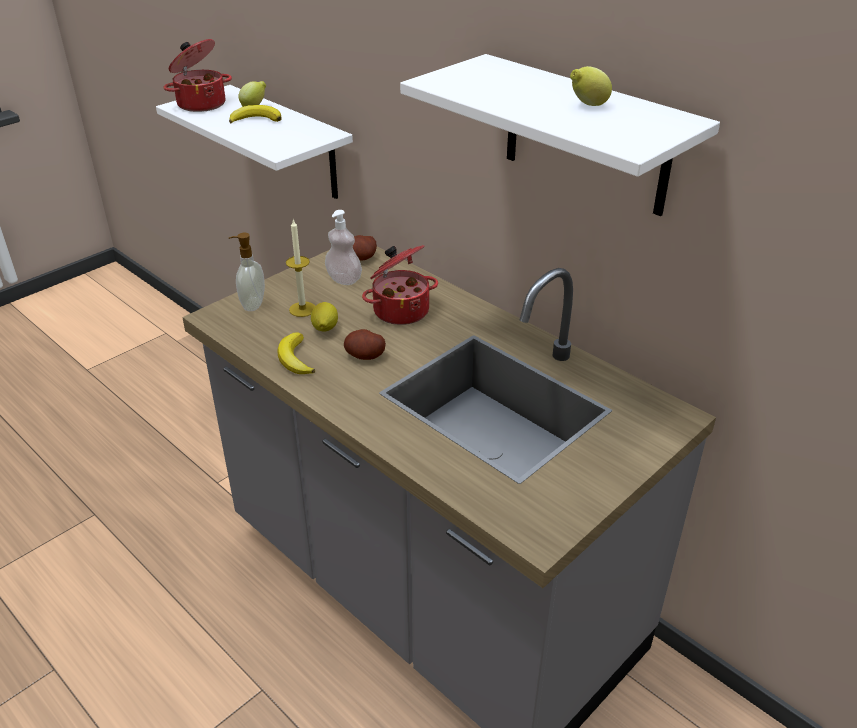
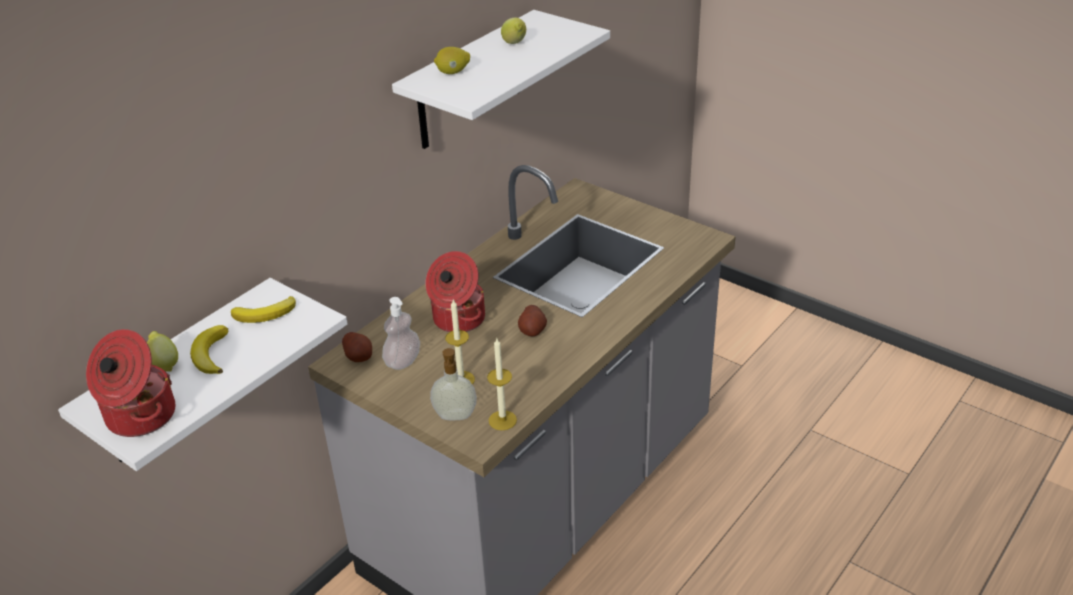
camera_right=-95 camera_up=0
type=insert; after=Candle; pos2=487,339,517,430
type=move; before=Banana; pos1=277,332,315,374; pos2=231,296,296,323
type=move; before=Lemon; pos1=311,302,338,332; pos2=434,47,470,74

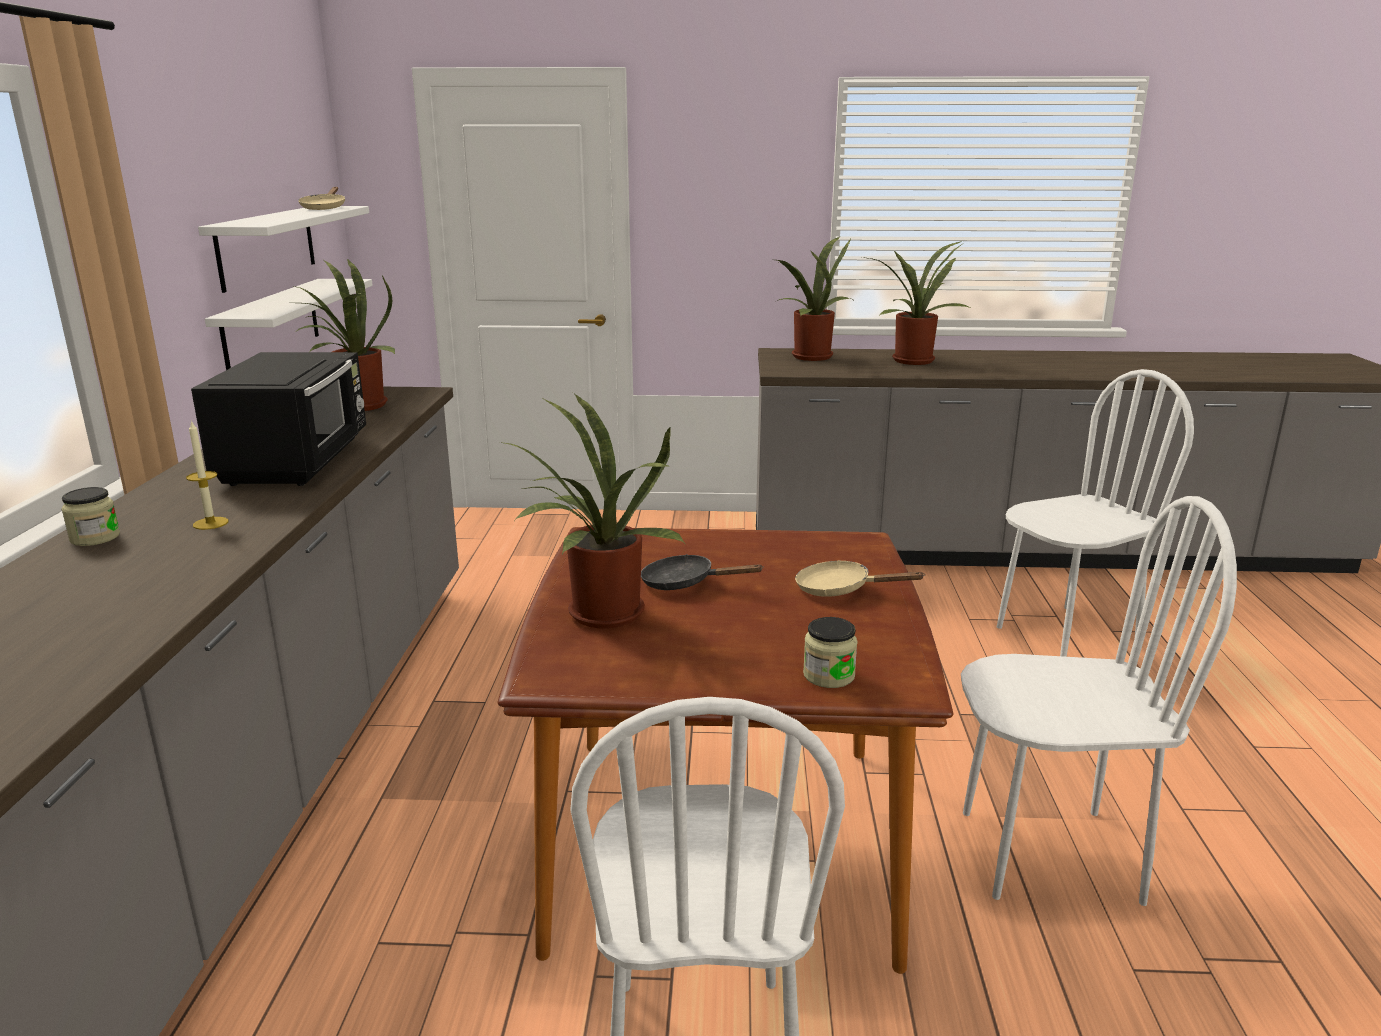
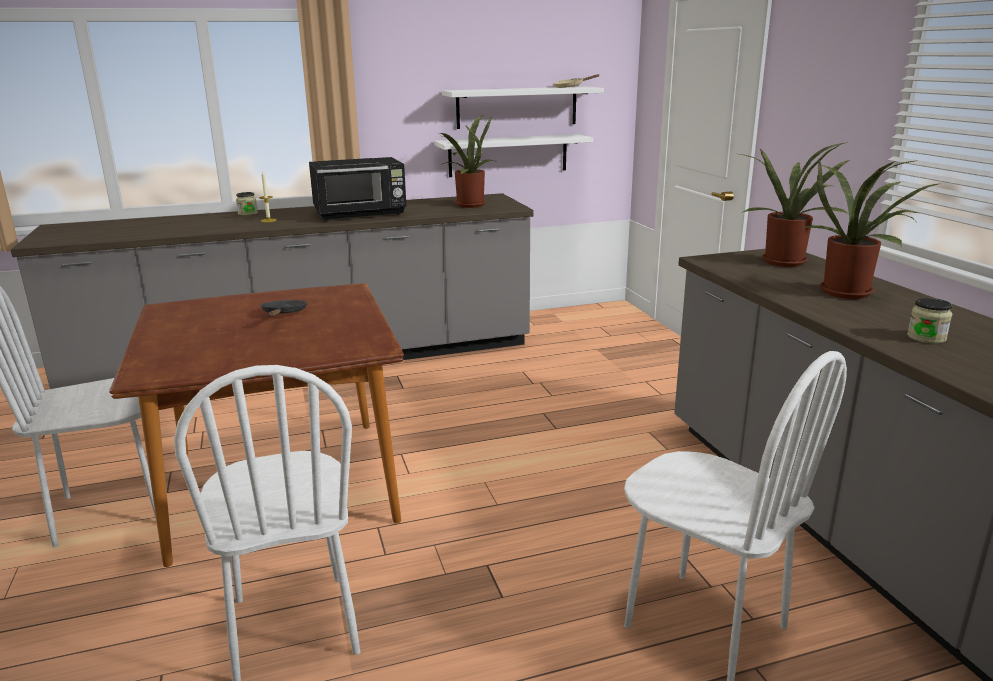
camera_right=70 camera_up=0
type=delete; before=PottedPlant; pos1=500,393,685,629
type=delete; before=BeigeFryingPan; pos1=795,560,925,597
type=move; before=Jar; pos1=803,617,858,688; pos2=907,298,953,344

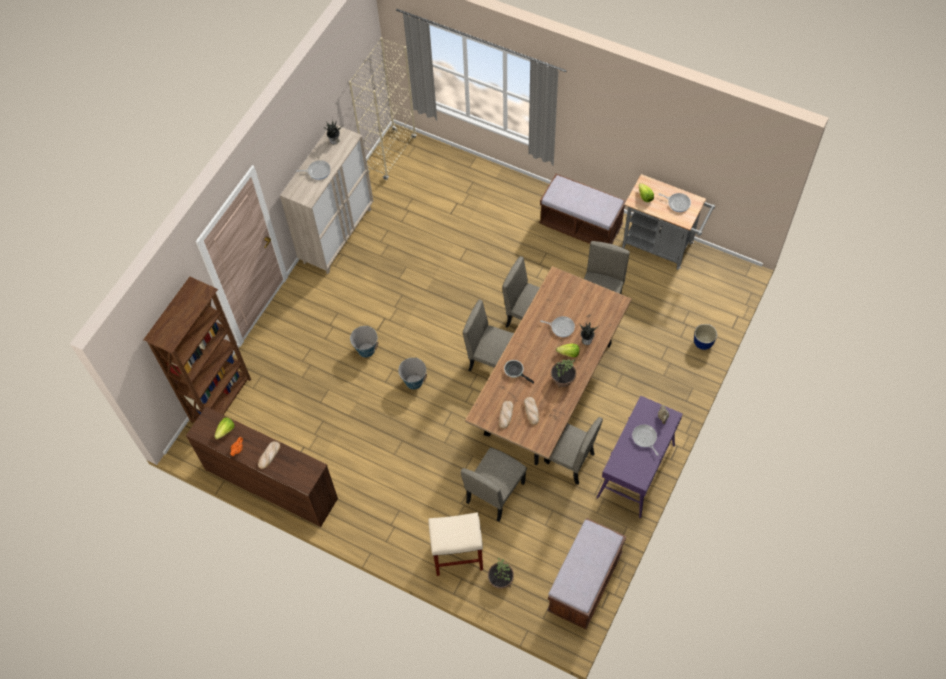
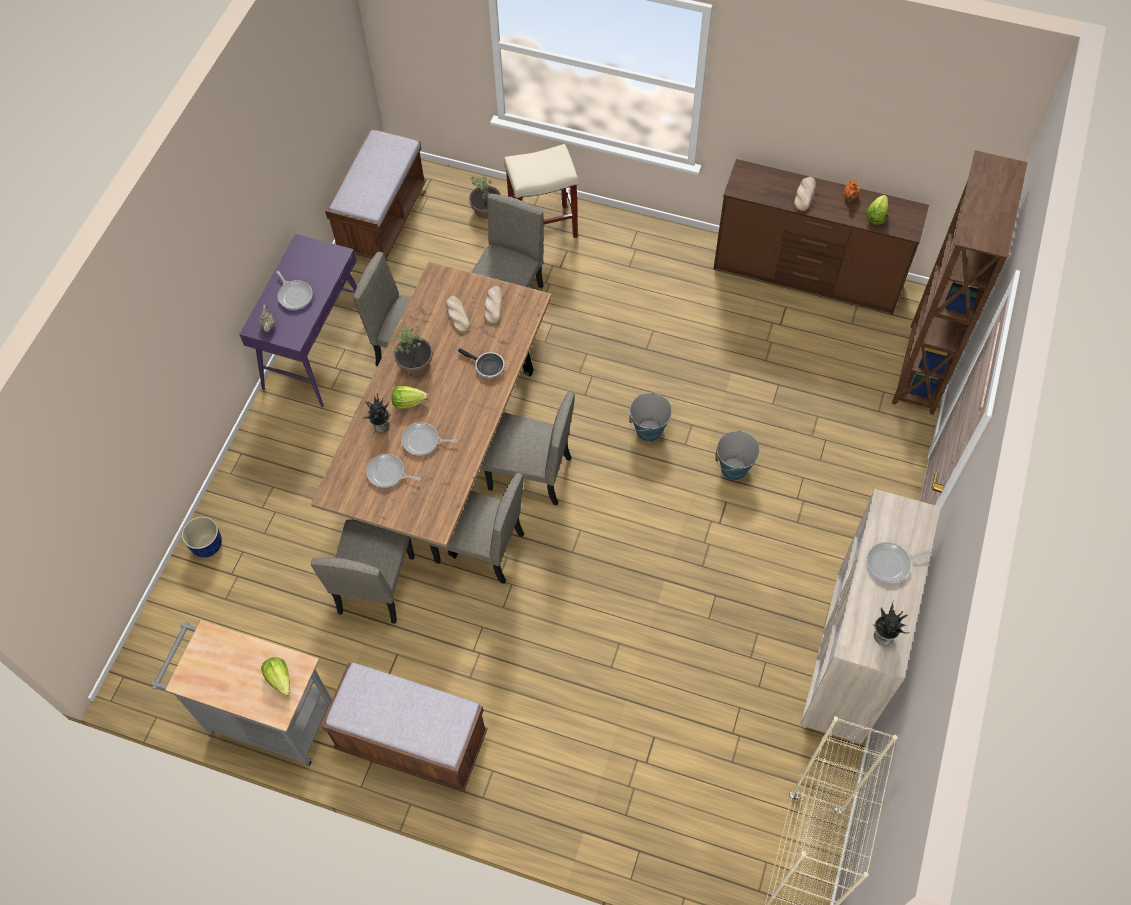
camera_right=170 camera_up=0
type=move; before=FryingPan; pos1=658,193,691,212; pos2=366,454,421,488

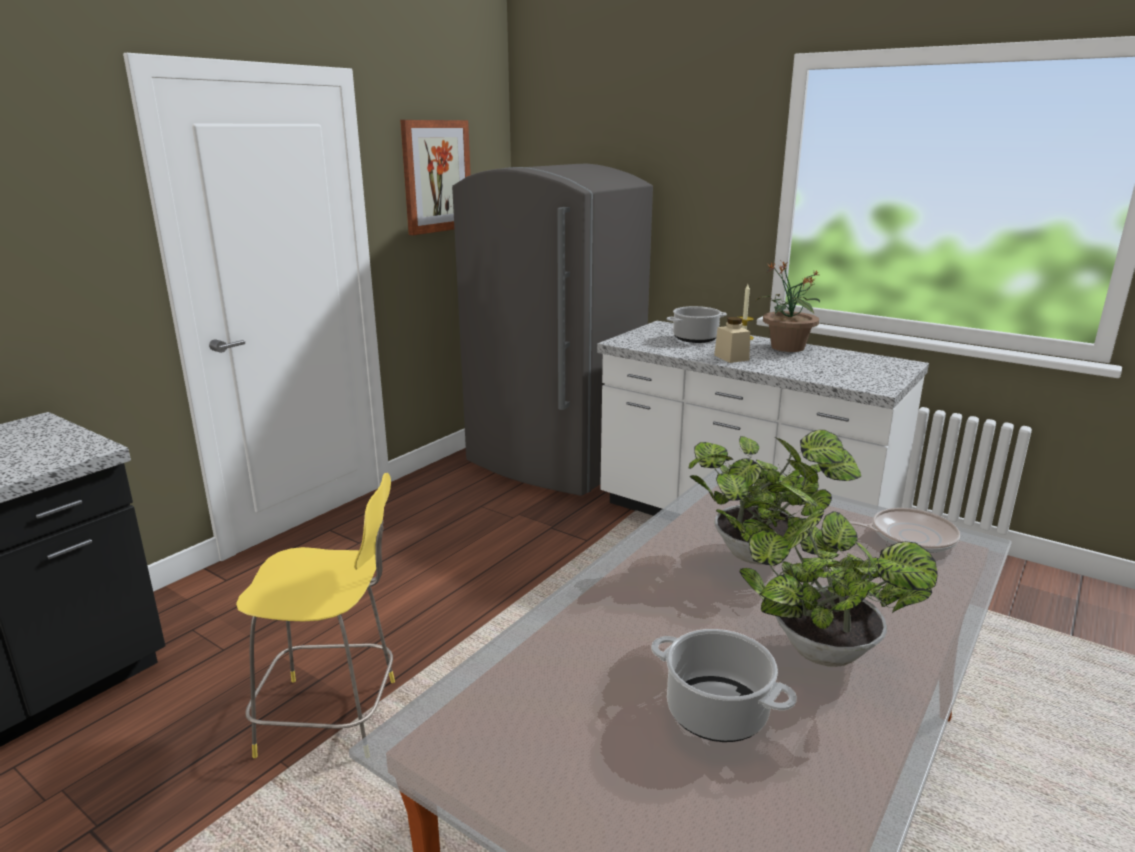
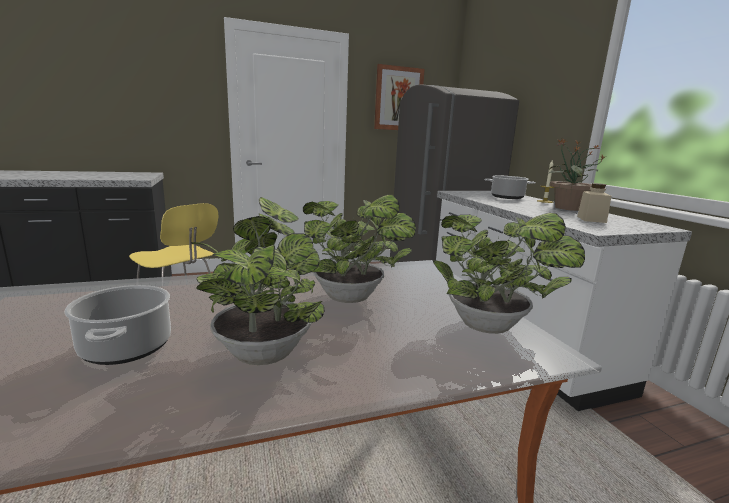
camera_right=35 camera_up=-5
type=move; before=BeigeJar; pos1=714,317,750,363; pos2=577,183,611,223
type=replace; before=FryingPan; after=PottedPlant; pos1=849,508,960,553; pos2=433,213,585,334

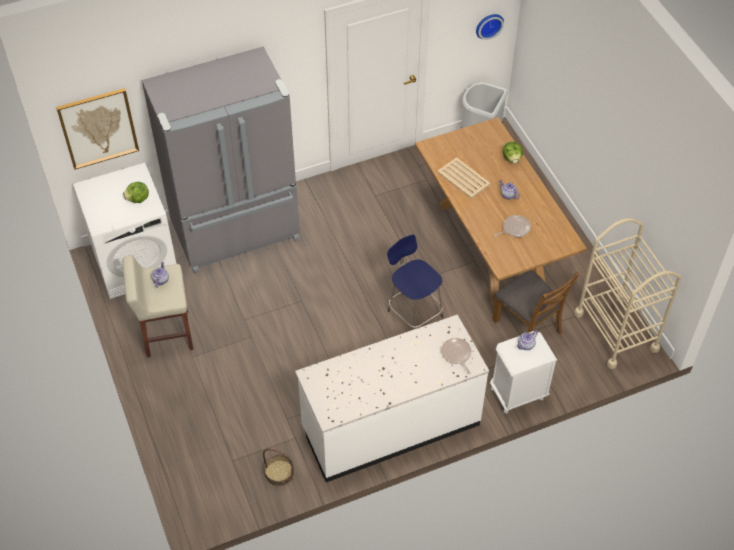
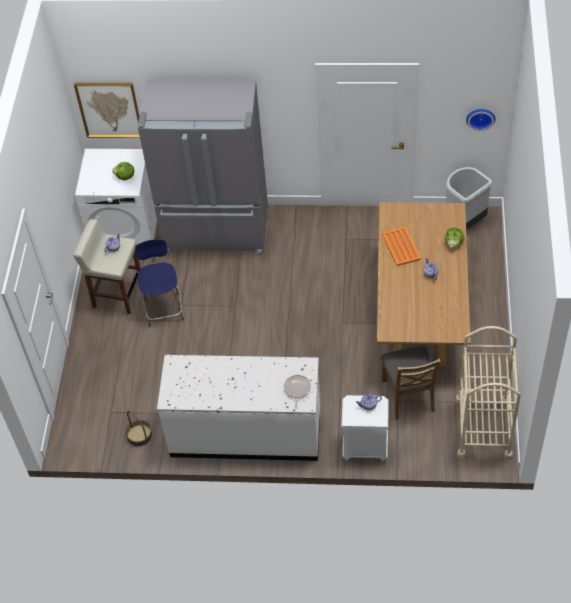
camera_right=30 camera_up=0
type=delete; before=FryingPan; pos1=494,215,531,237
type=move; before=BlueStool; pos1=387,235,443,330; pos2=135,240,184,327
type=recolor; before=BeigeTray; after=OrangeTray; pos1=437,157,490,199; pos2=382,226,421,266

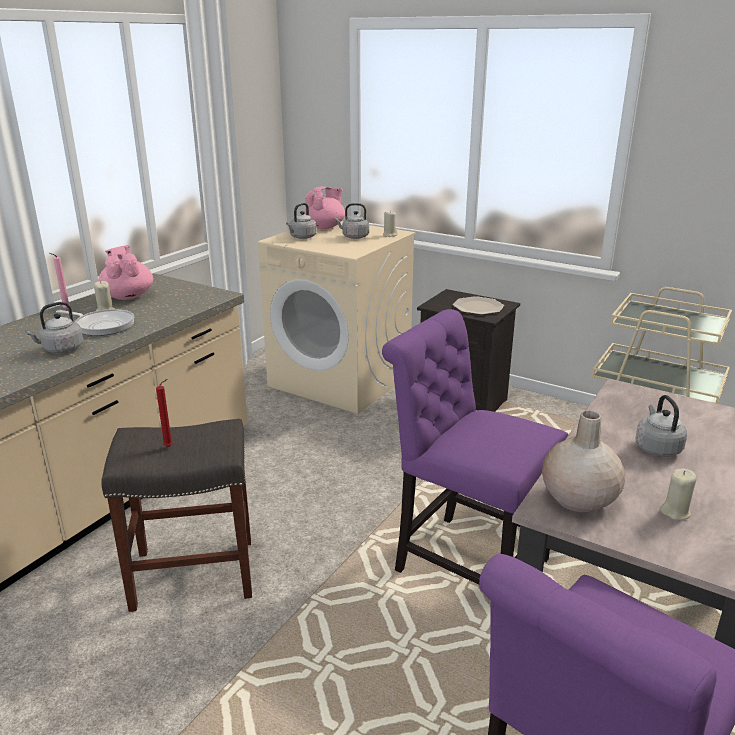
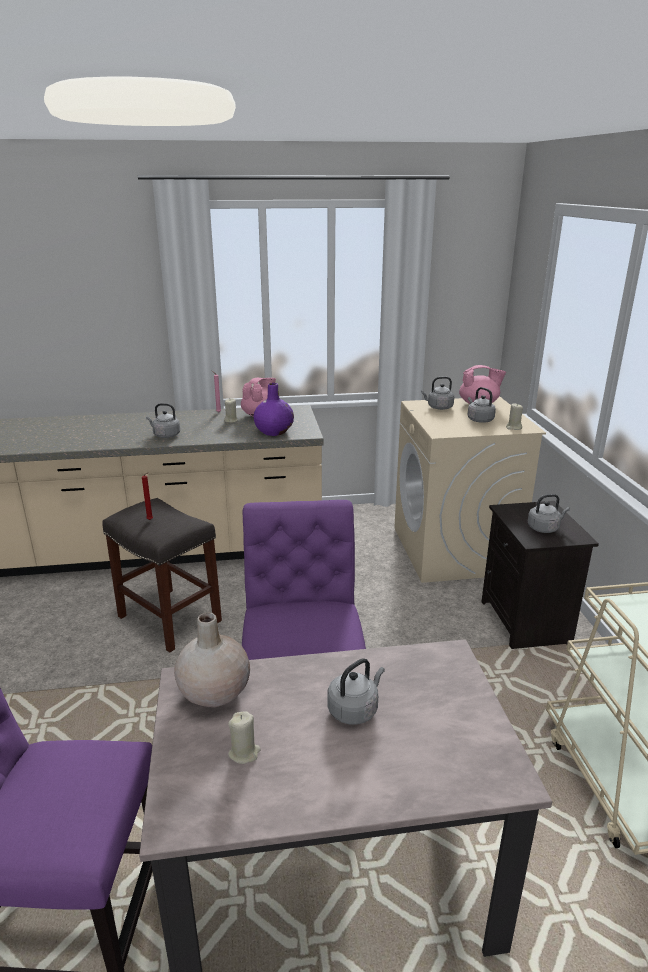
camera_right=50 camera_up=0
type=delete; before=FryingPan; pos1=56,309,134,336
type=insert; after=PurpleVase; pos2=253,383,294,436
type=replace; before=Plate; after=GreyKettle; pos1=453,296,504,315; pos2=528,494,570,533

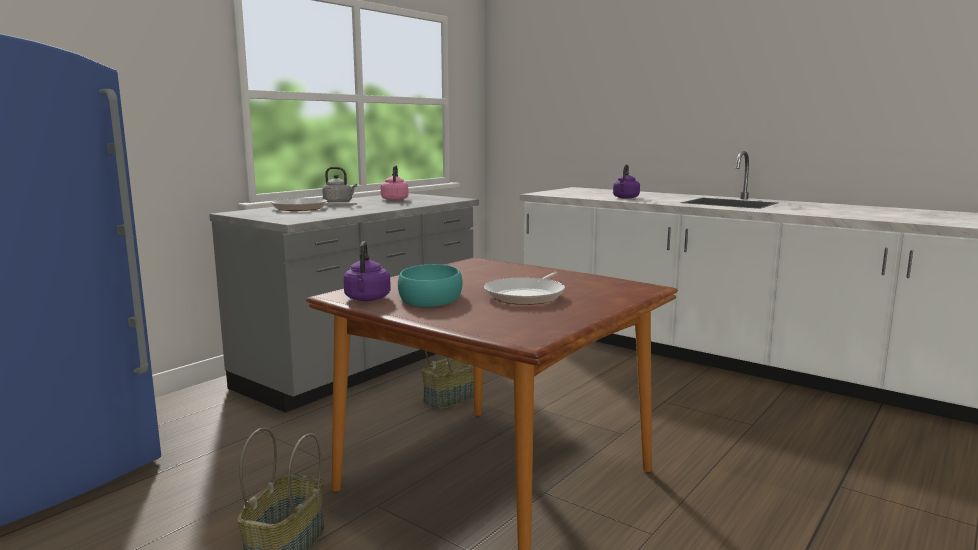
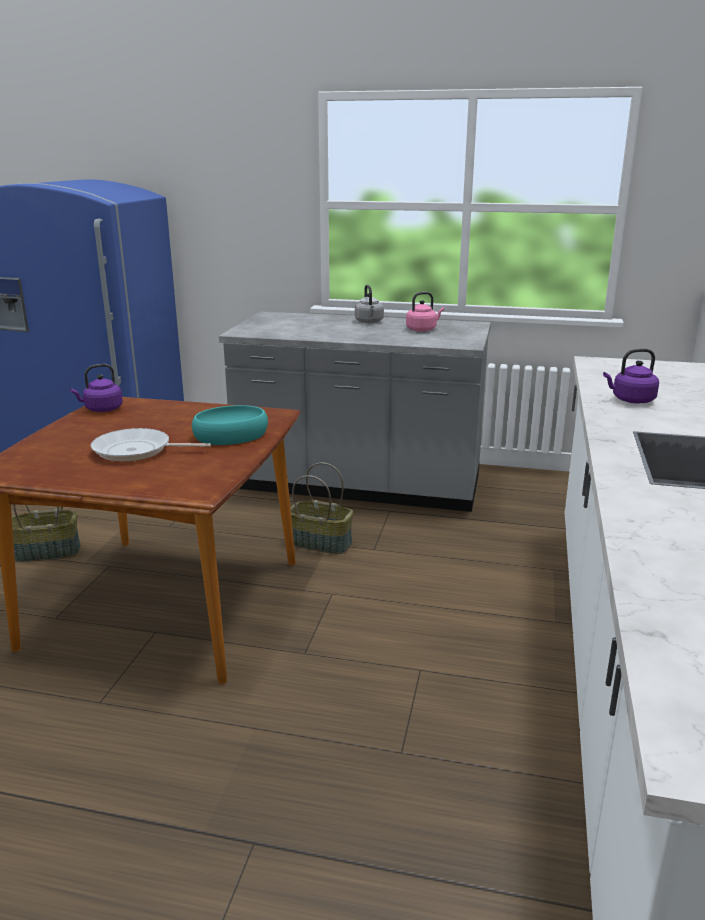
camera_right=65 camera_up=10
type=delete; before=FryingPan; pos1=271,198,357,211
type=move; before=TurquoiseBowl; pos1=398,264,463,307; pos2=192,405,268,445

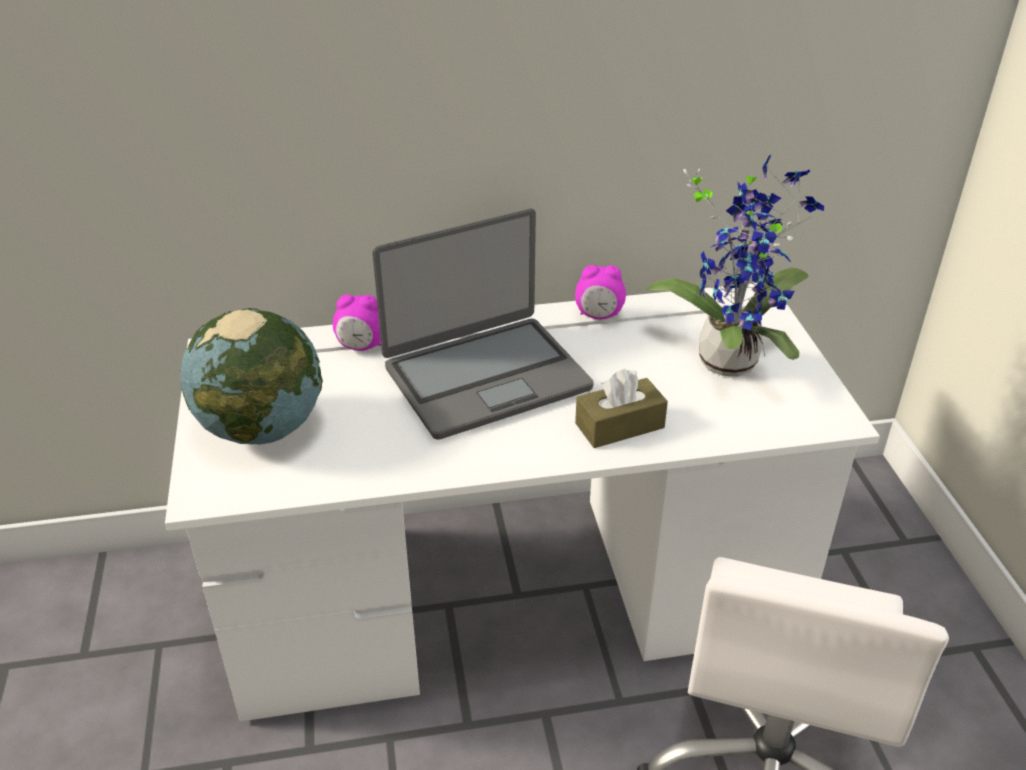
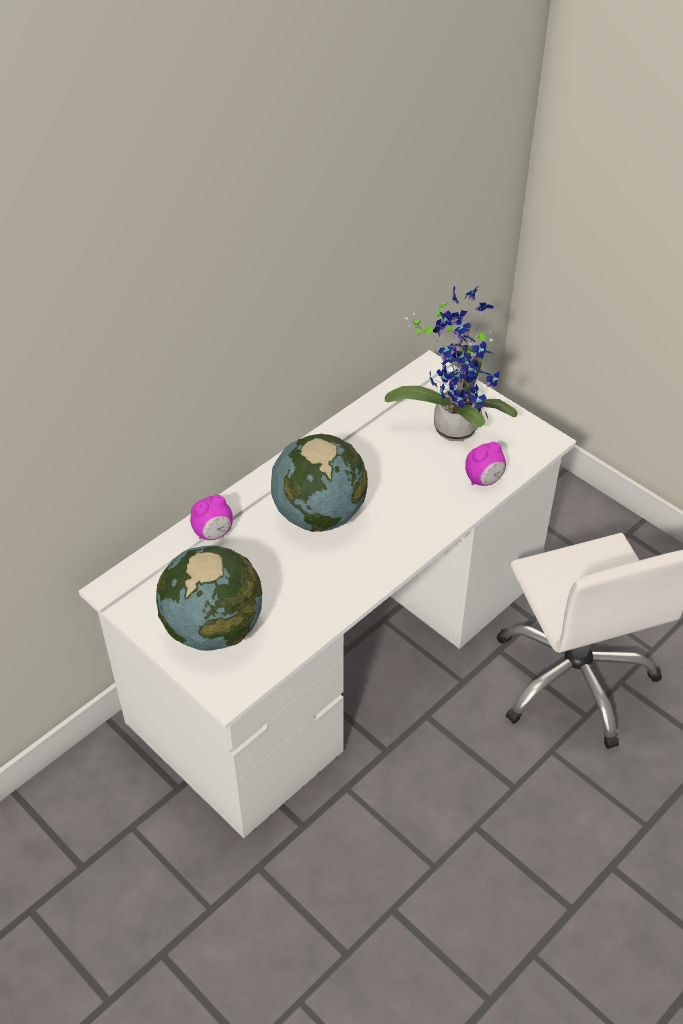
camera_right=-35 camera_up=10
type=delete; before=BrownTissueBox; pos1=575,369,668,448
type=move; before=AlarmClock; pos1=575,265,626,320; pos2=465,442,506,486
type=replace; before=Laptop; after=Globe; pos1=372,208,594,440; pos2=271,433,368,532

